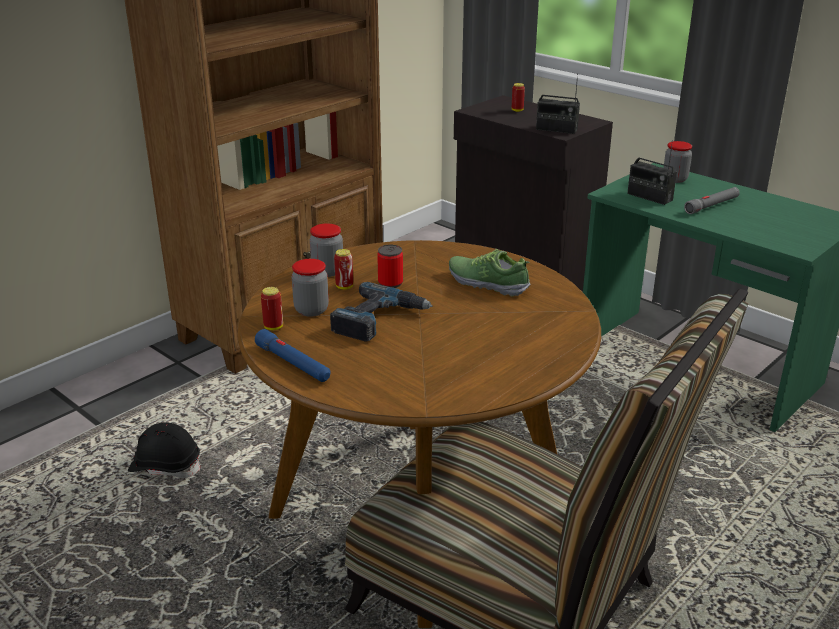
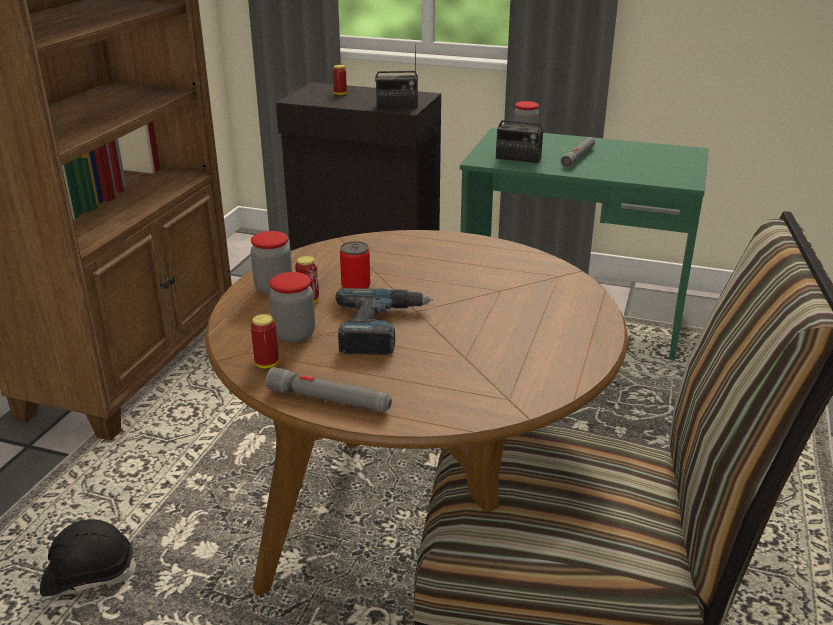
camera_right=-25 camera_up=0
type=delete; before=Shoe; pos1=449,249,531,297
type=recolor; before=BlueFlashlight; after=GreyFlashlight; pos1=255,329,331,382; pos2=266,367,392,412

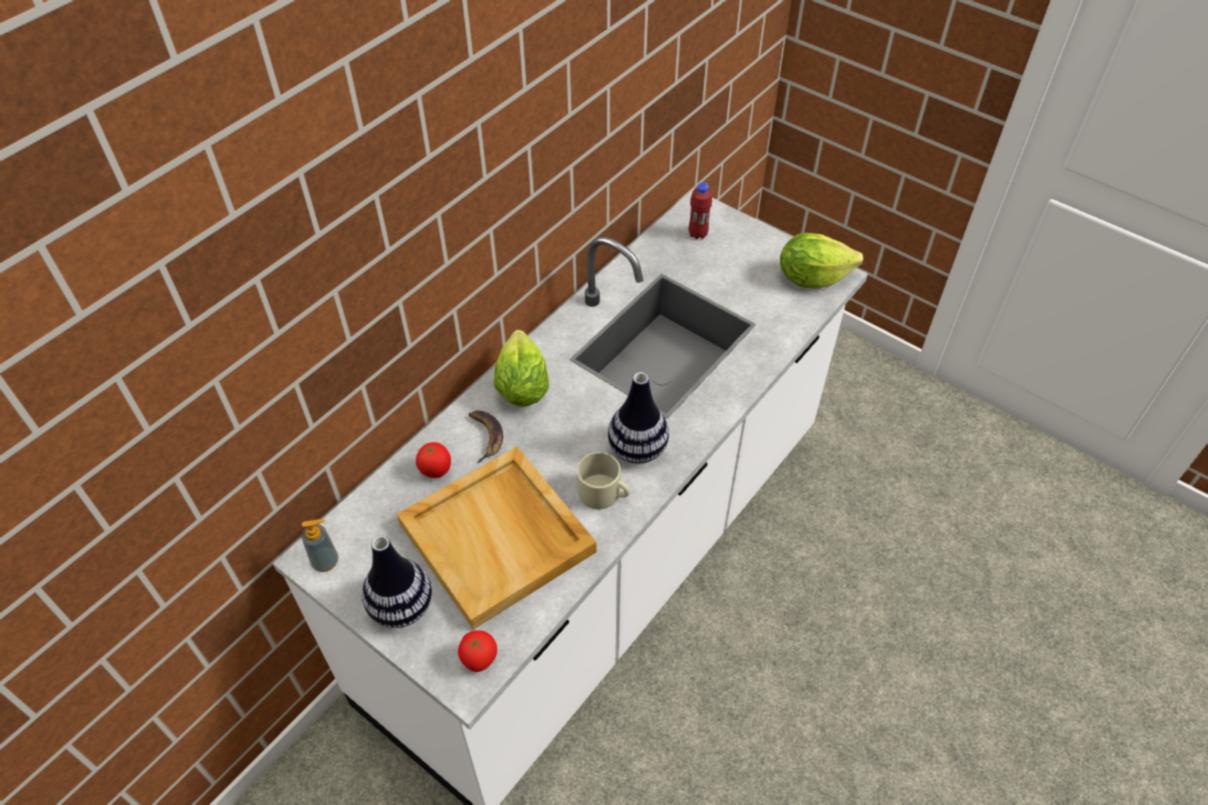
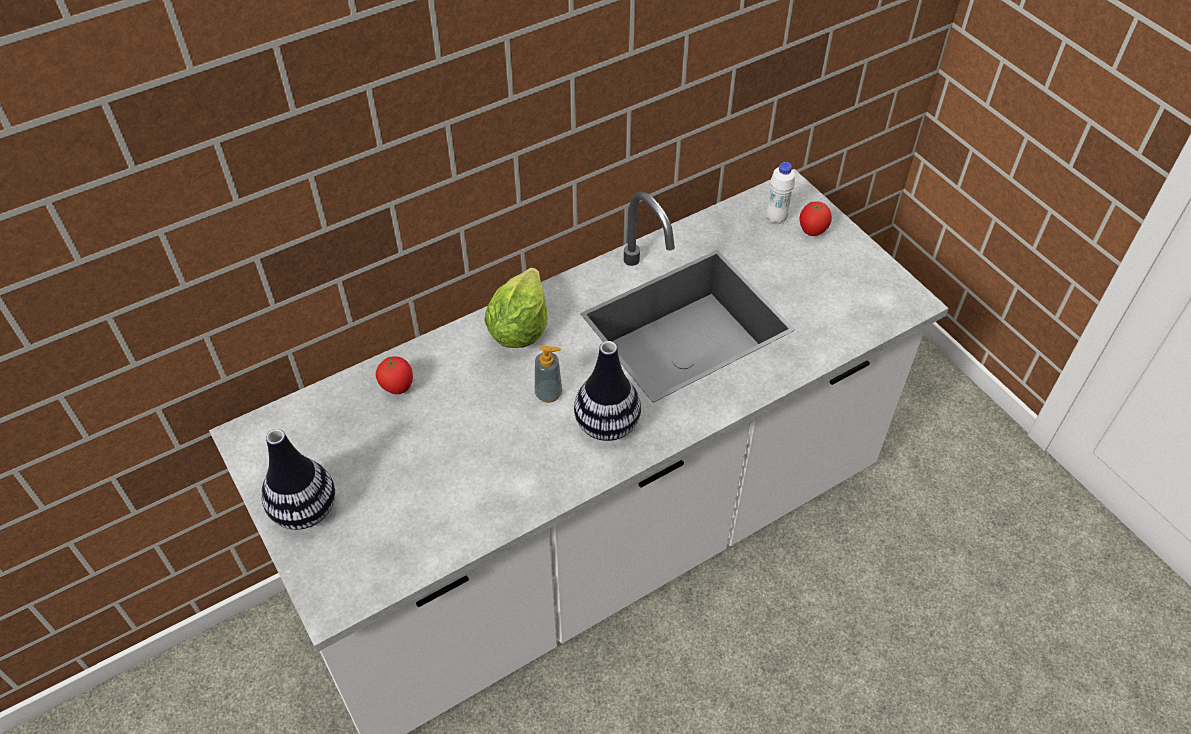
camera_right=20 camera_up=0
type=delete; before=BeigeTray; pos1=397,447,596,630
type=delete; before=Banana; pos1=469,410,503,463
type=delete; before=BeigeMug; pos1=577,452,630,509
type=delete; before=Lettuce; pos1=780,233,863,288
type=move; before=SoapDispenser; pos1=301,519,339,572; pos2=535,345,562,403
type=move; before=Tomato; pos1=458,630,497,672; pos2=800,201,832,236
type=recolor; before=RedBottle; after=WhiteBottle; pos1=689,183,712,239; pos2=766,162,795,224

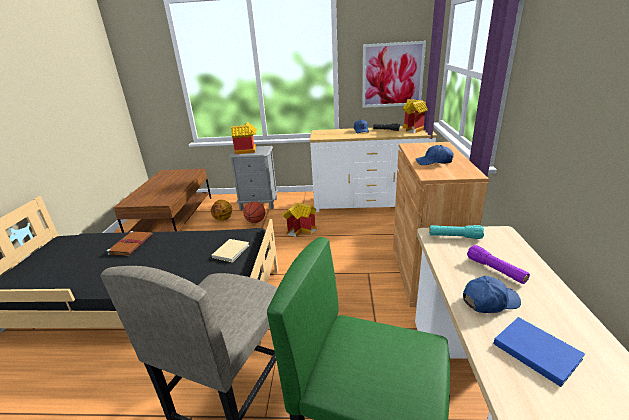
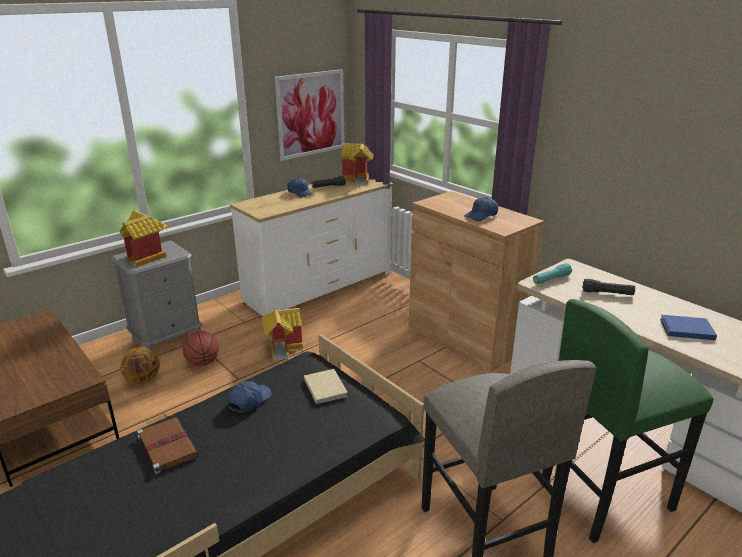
camera_right=-45 camera_up=0
type=move; before=BlueCap; pos1=463,276,521,313; pos2=228,381,272,413
type=recolor; before=PurpleFlashlight; after=BlackFlashlight; pos1=467,245,530,284; pos2=582,279,635,295

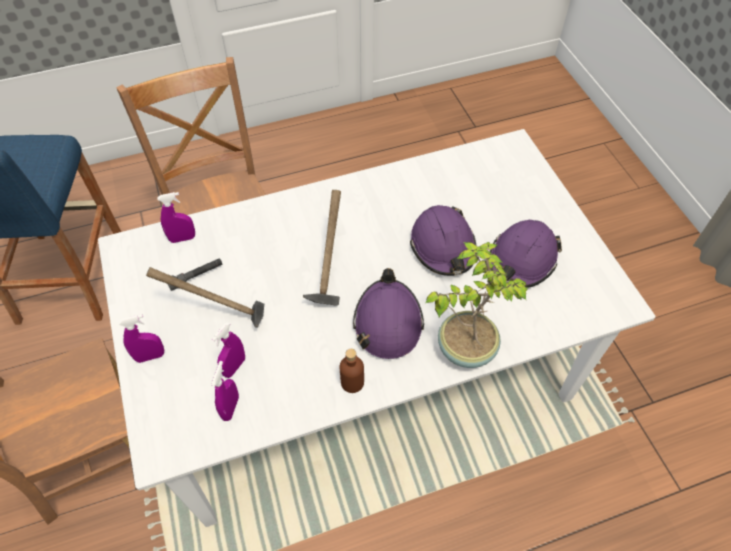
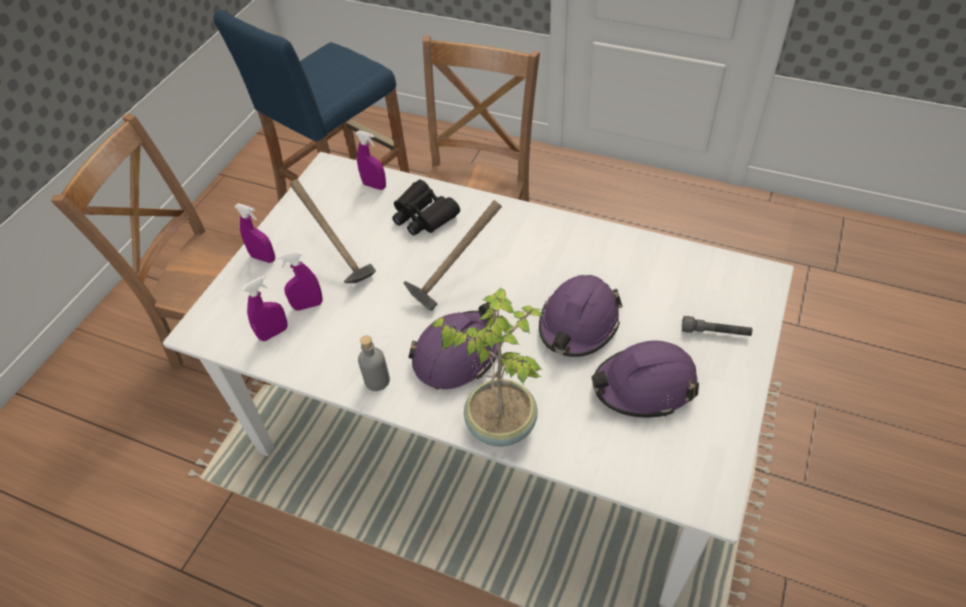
camera_right=45 camera_up=-5
type=insert; after=BlackBinoculars; pos2=392,180,460,235
type=move; before=GreyFlashlight; pos1=168,258,222,291; pos2=682,316,752,336
type=recolor; before=BrownBottle; after=GreyBottle; pos1=340,349,364,393; pos2=358,335,390,391

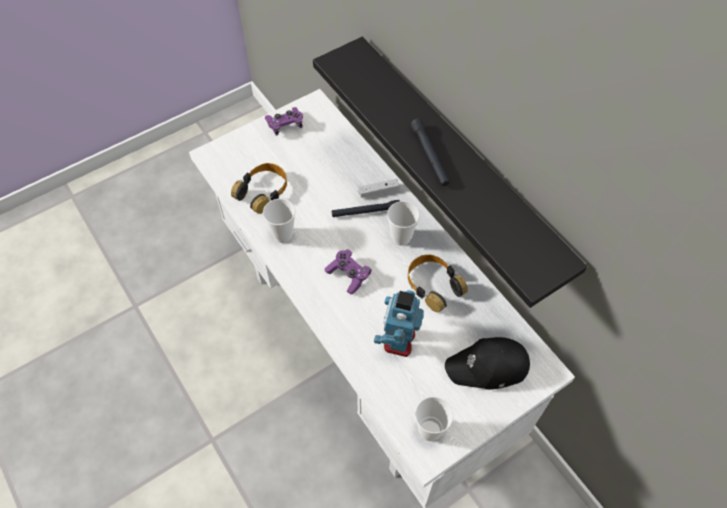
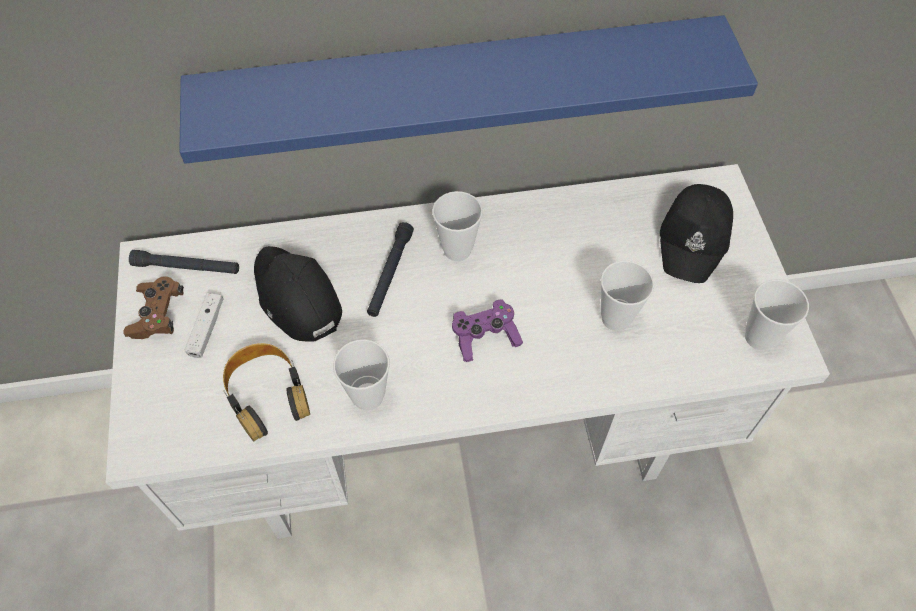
camera_right=-65 camera_up=0
type=delete; before=Headphones; pos1=408,254,468,312
type=insert; after=BlackCap; pos2=254,246,342,342
type=move; before=WhiteGameController; pos1=358,179,399,197; pos2=185,293,224,358
type=move; before=BlackFlashlight; pos1=411,118,450,186; pos2=129,250,239,274
type=replace; before=ToyRobot; after=Cup; pos1=374,290,424,357; pos2=601,261,654,331
type=recolor; before=PurpleGameController; after=BrownGameController; pos1=265,107,303,136; pos2=123,276,184,339
type=recolor; before=BlackShelf; after=BlueShelf; pos1=313,37,587,308; pos2=179,15,758,164

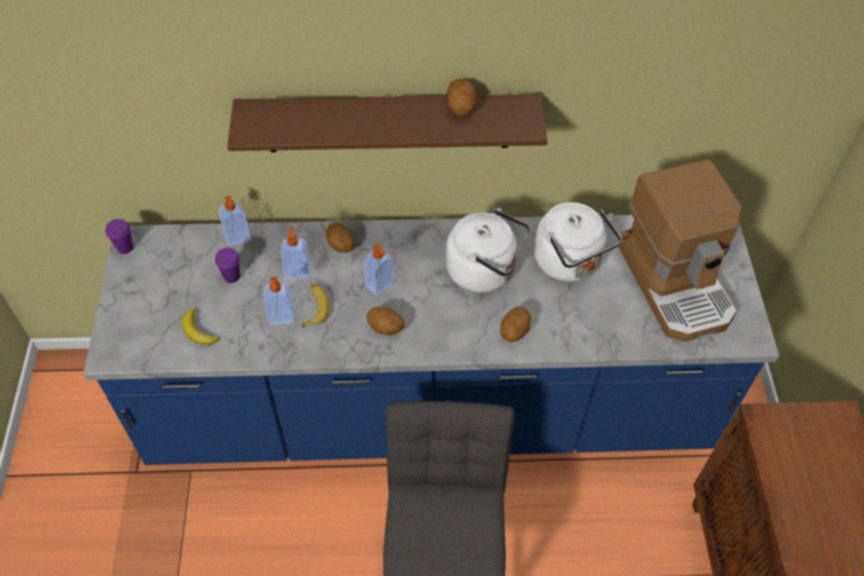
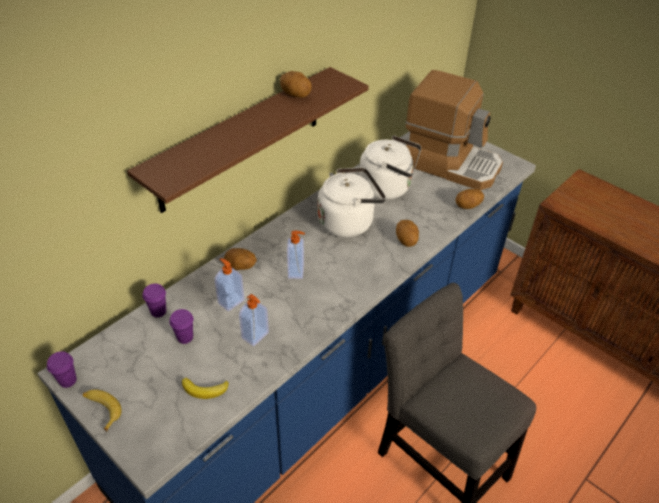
camera_right=-45 camera_up=-10
type=move; before=Banana; pos1=302,284,330,327; pos2=83,389,122,432
type=move; before=Potato; pos1=366,306,404,335; pos2=456,189,484,209
type=replace; before=SoapDispenser; after=PurpleCup; pos1=218,196,251,246; pos2=143,283,166,317

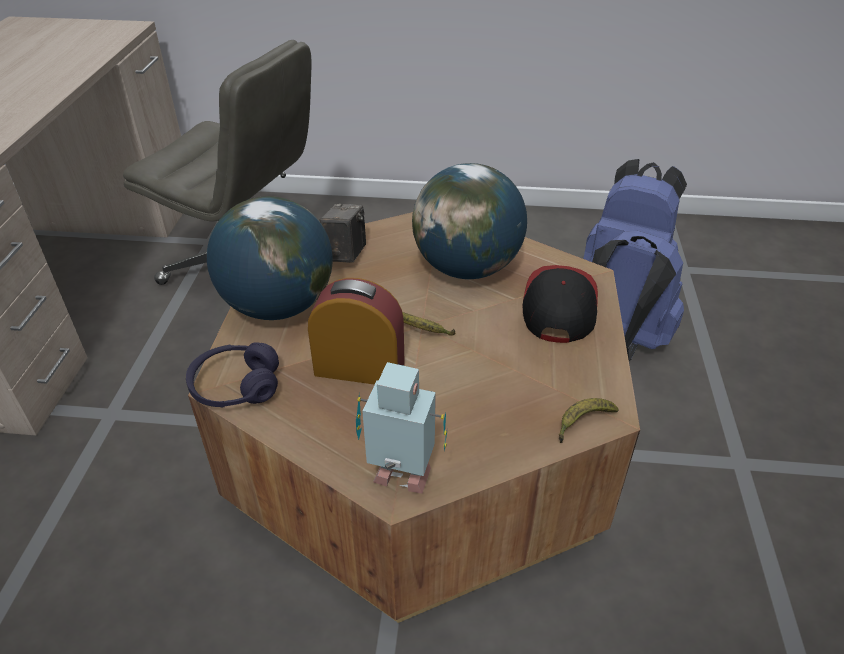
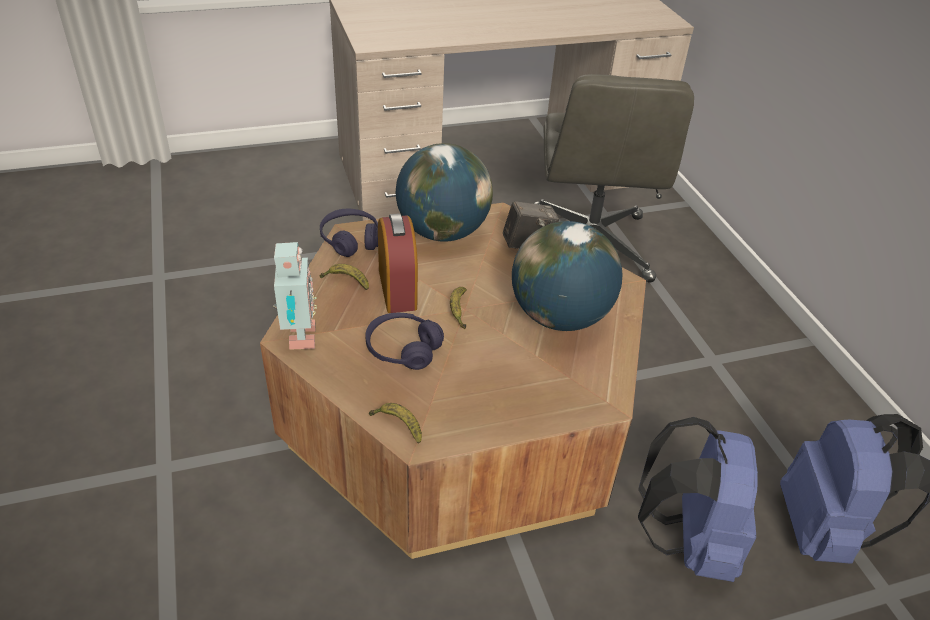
camera_right=65 camera_up=0
type=delete; before=Cap; pos1=522,265,598,343
type=insert; after=Banana; pos2=320,264,369,290
type=insert; after=PurpleHeadphones; pos2=365,313,444,370

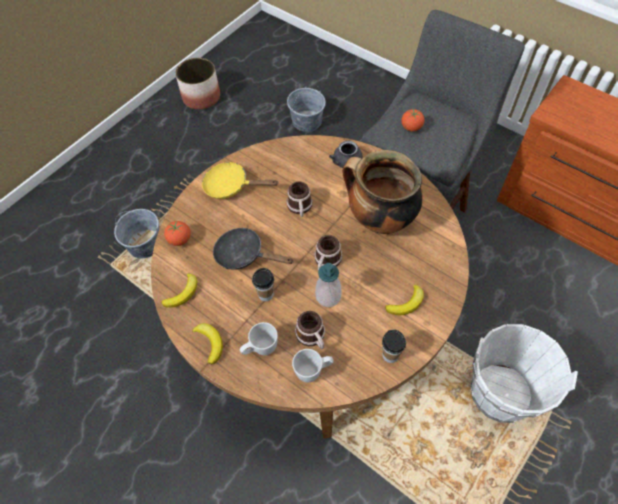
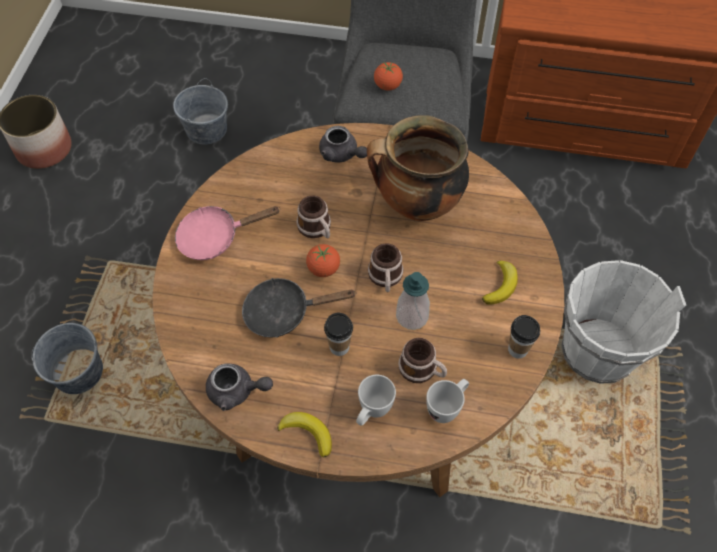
camera_right=-30 camera_up=0
type=move; before=Tomato; pos1=164,221,191,246; pos2=306,244,340,277
type=replace; before=Banana; after=GreyTeapot; pos1=161,273,197,308; pos2=206,363,273,411
type=recolor; before=YellowFryingPan; after=PinkFryingPan; pos1=202,162,279,199; pos2=175,206,280,260

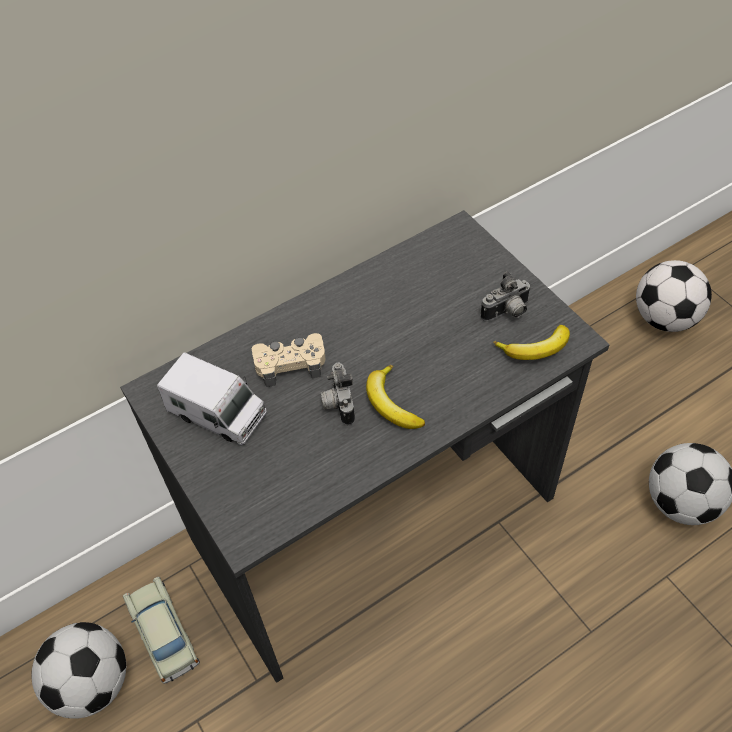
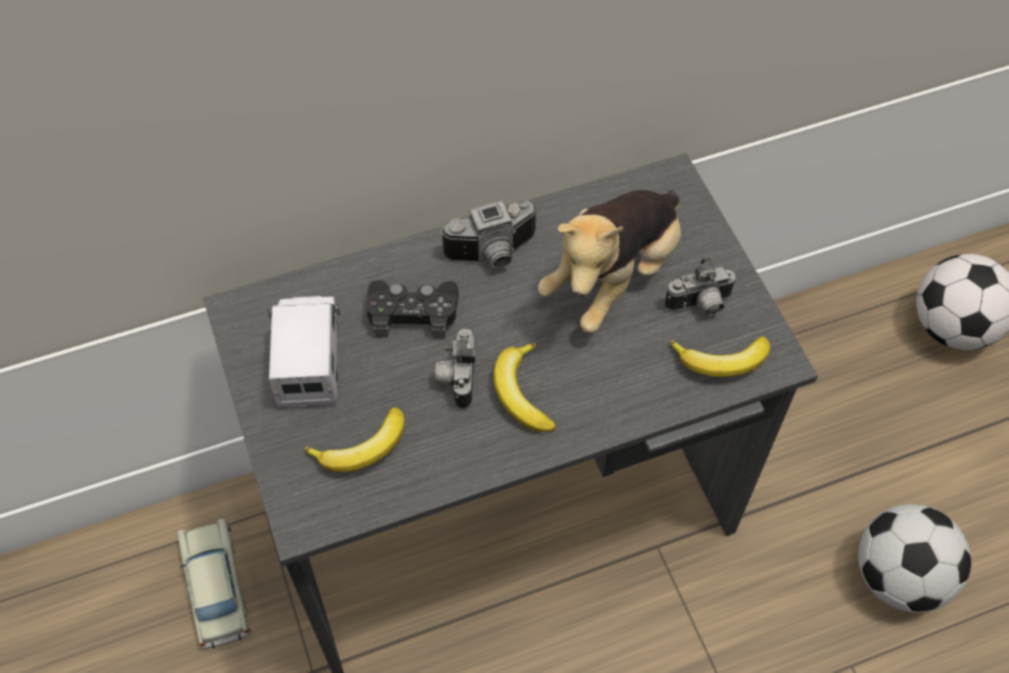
camera_right=10 camera_up=5
type=delete; before=Football; pos1=31,622,126,719
type=insert; after=Banana; pos2=304,407,405,472
type=insert; after=PhotoCamera; pos2=440,200,538,268
type=insert; after=PlushToy; pos2=538,190,681,333
type=recolor; before=BeigeGameController; after=BlackGameController; pos1=252,333,326,387; pos2=366,280,458,339
type=rotate; before=ToyTruck; pos1=157,352,267,445; pos2=267,296,341,407; turn=-135

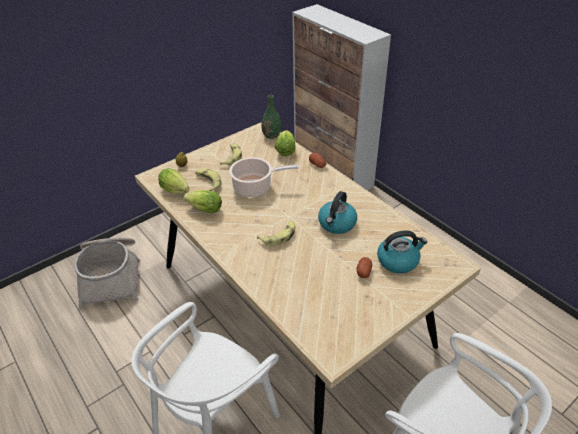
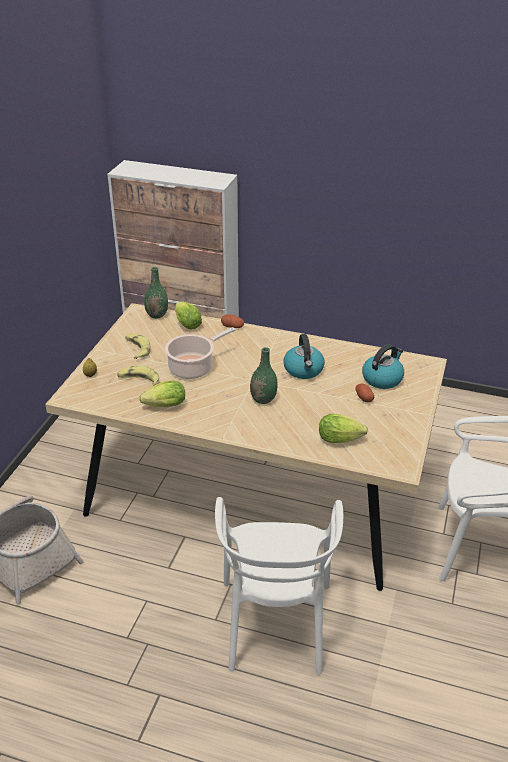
camera_right=-35 camera_up=-5
type=move; before=Lettuce; pos1=158,168,189,194; pos2=319,414,368,443
type=replace; before=Banana; after=GreenVase; pos1=257,221,295,246; pos2=250,347,278,404

